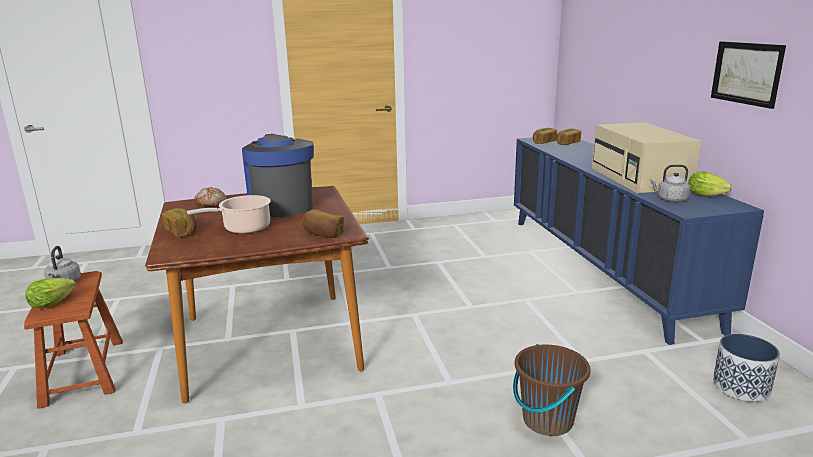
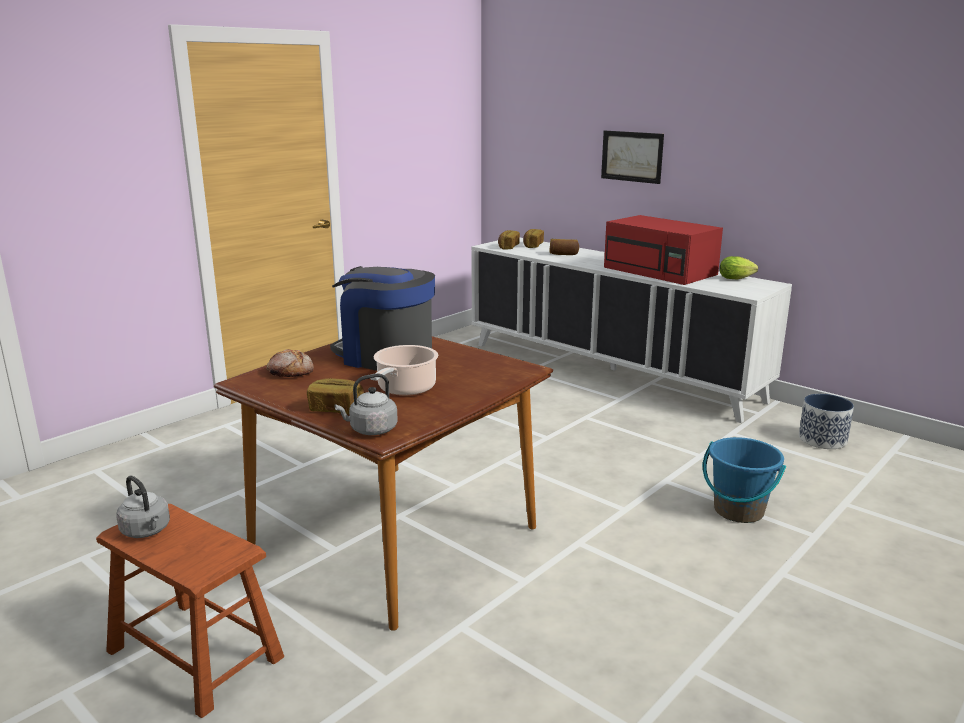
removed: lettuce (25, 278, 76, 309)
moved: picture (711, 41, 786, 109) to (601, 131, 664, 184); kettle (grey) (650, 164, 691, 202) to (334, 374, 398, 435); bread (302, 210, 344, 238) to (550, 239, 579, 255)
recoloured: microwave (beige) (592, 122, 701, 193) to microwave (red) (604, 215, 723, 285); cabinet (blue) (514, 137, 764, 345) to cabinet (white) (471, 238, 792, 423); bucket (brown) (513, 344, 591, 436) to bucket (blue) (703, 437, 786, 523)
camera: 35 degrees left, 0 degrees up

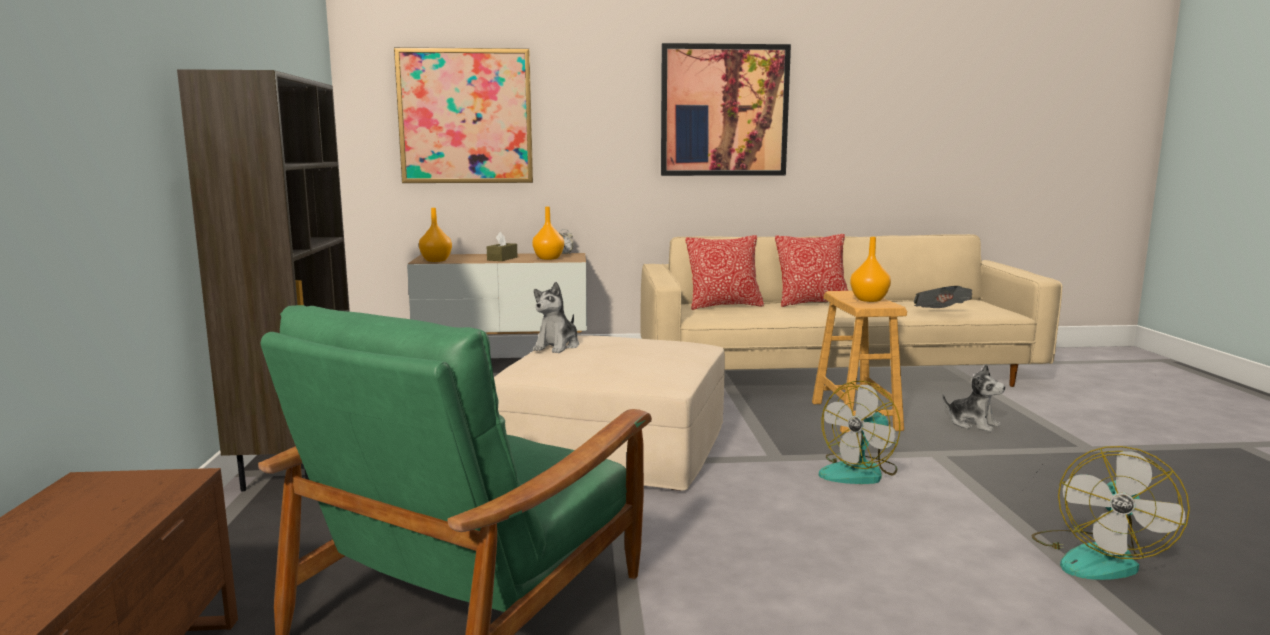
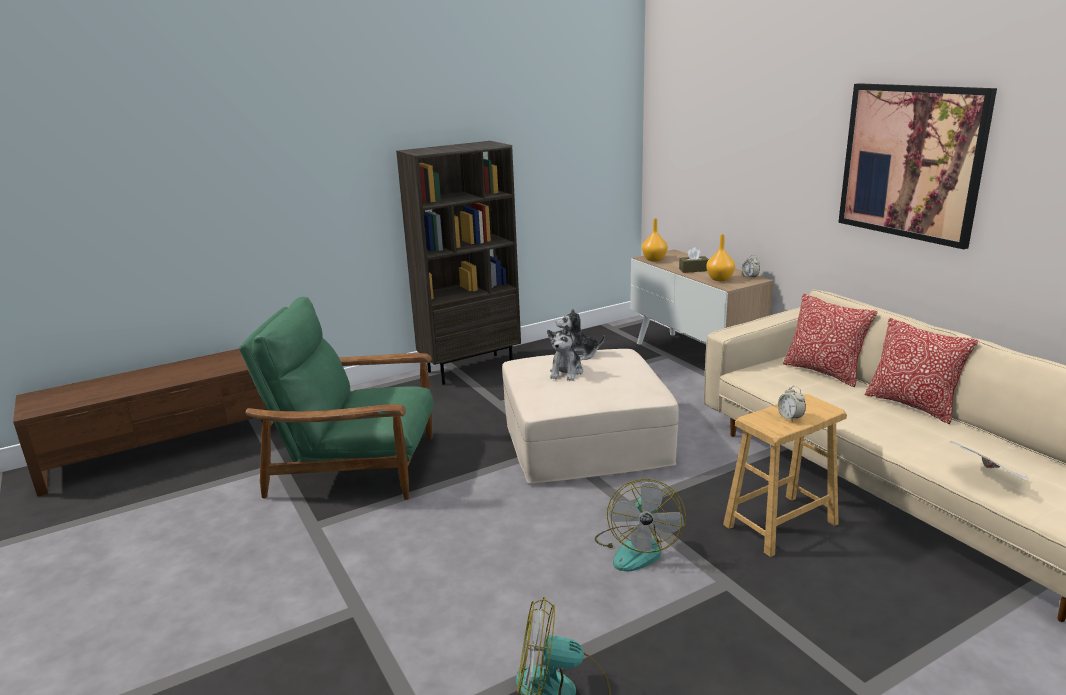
removed: picture (394, 47, 533, 183)
moved: plush toy (942, 364, 1005, 432) to (547, 325, 583, 381)
replaced: vase (orange) (850, 237, 891, 302) to alarm clock (778, 386, 806, 422)
turned: fan (819, 381, 901, 484) = (595, 479, 686, 572) 105 degrees counterclockwise
camera: 65 degrees right, 10 degrees up

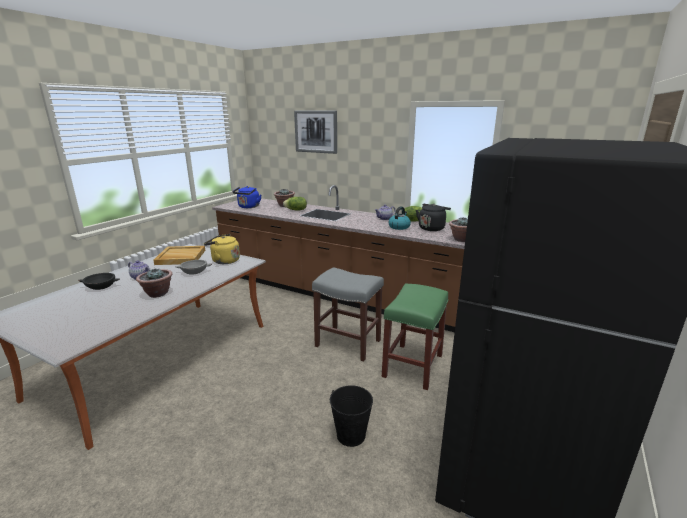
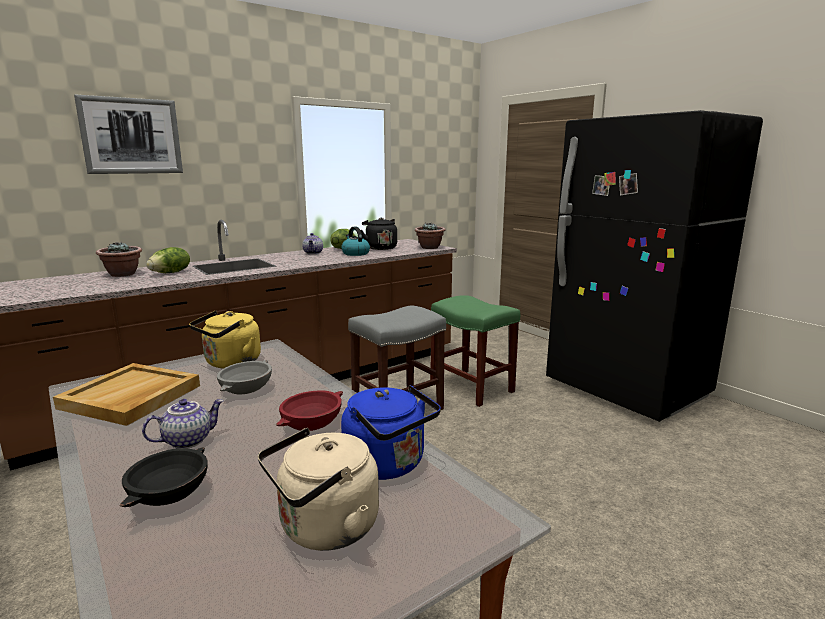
removed: bucket (black) (330, 385, 373, 447)
added: kettle (beige) (258, 428, 379, 551)
moved: kettle (blue) (232, 186, 261, 208) to (341, 385, 441, 480)
replaced: potted plant (136, 268, 172, 298) to bowl (red) (276, 391, 343, 431)
camera: 65 degrees left, 5 degrees down

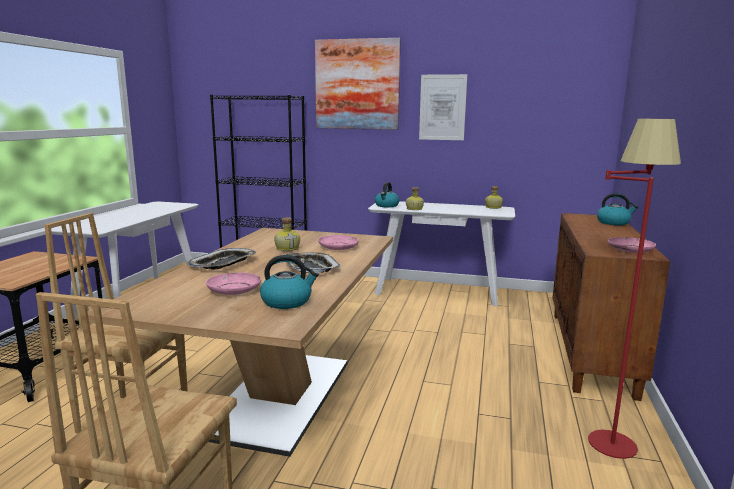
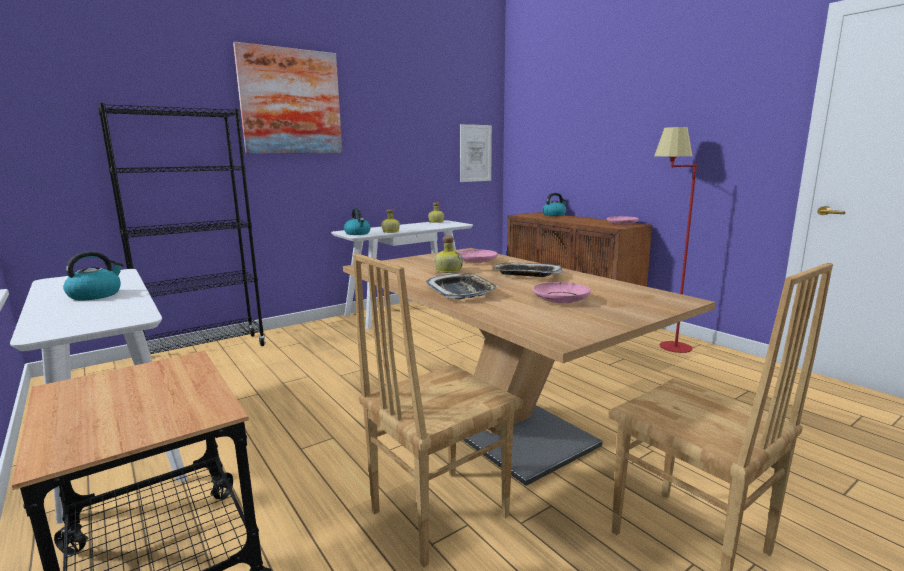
moved: picture (419, 74, 467, 140) to (460, 124, 492, 182); kettle (260, 255, 319, 309) to (63, 251, 124, 300)
camera: 50 degrees left, 0 degrees up

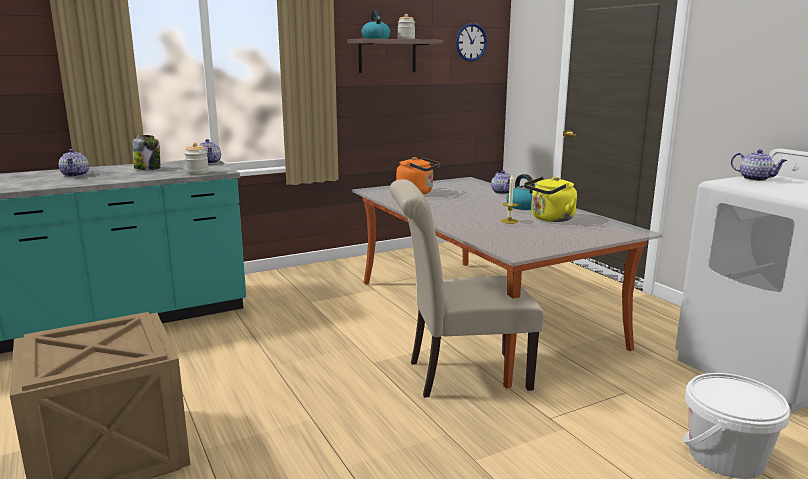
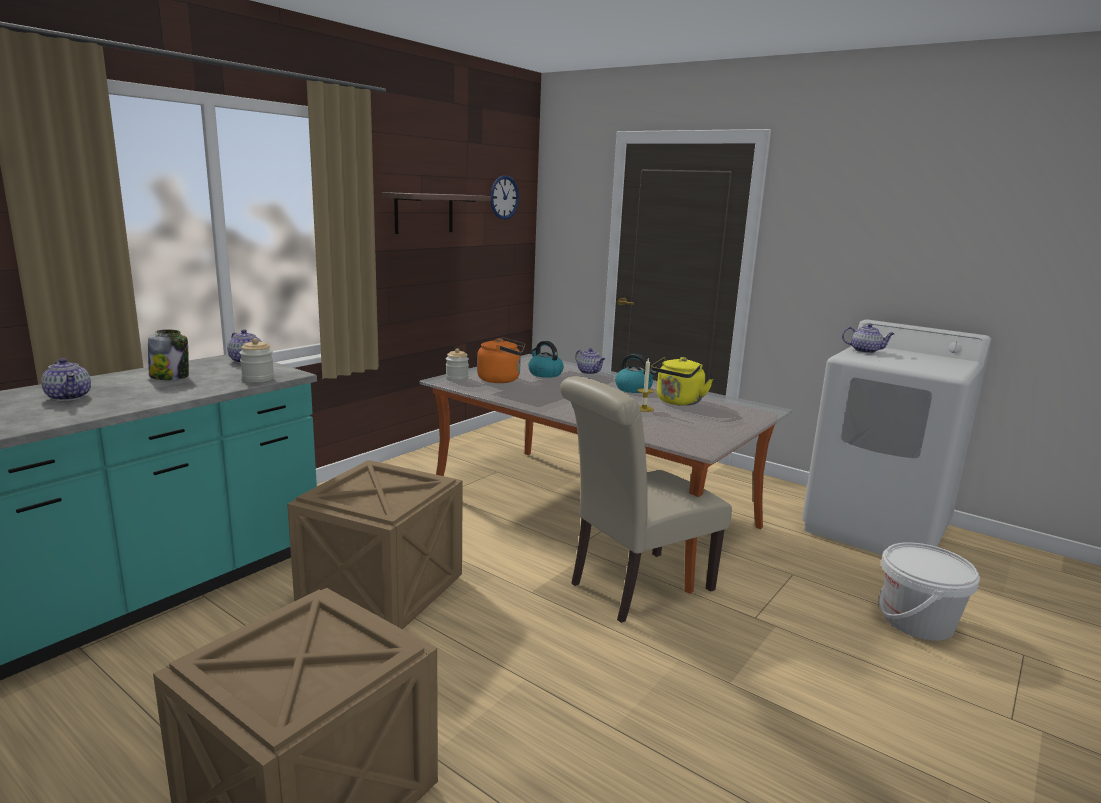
added: crate (287, 460, 463, 629)
moved: kettle (361, 10, 390, 39) to (528, 341, 564, 378); jar (398, 14, 415, 39) to (446, 348, 469, 381)
camera: 25 degrees left, 0 degrees up

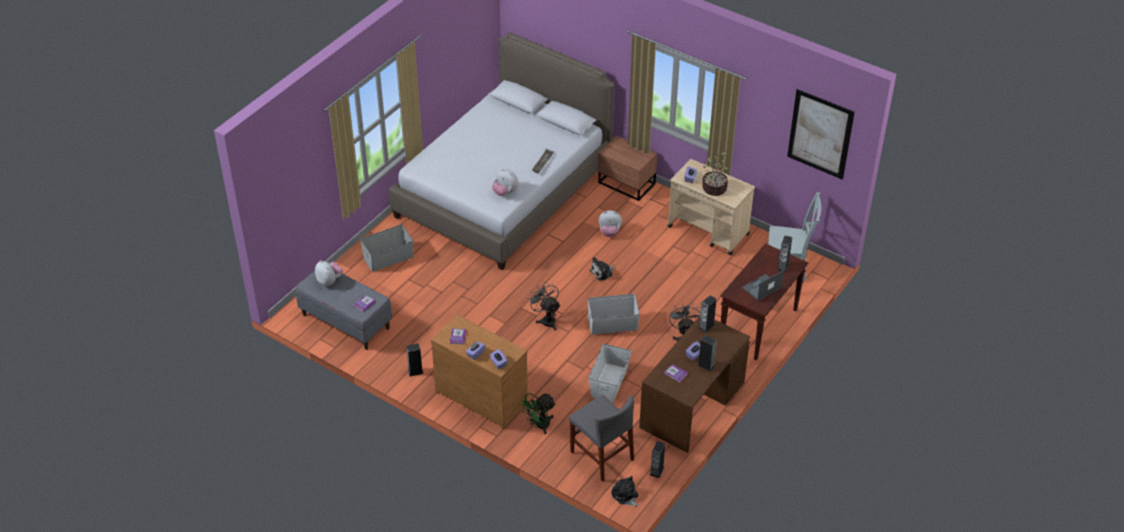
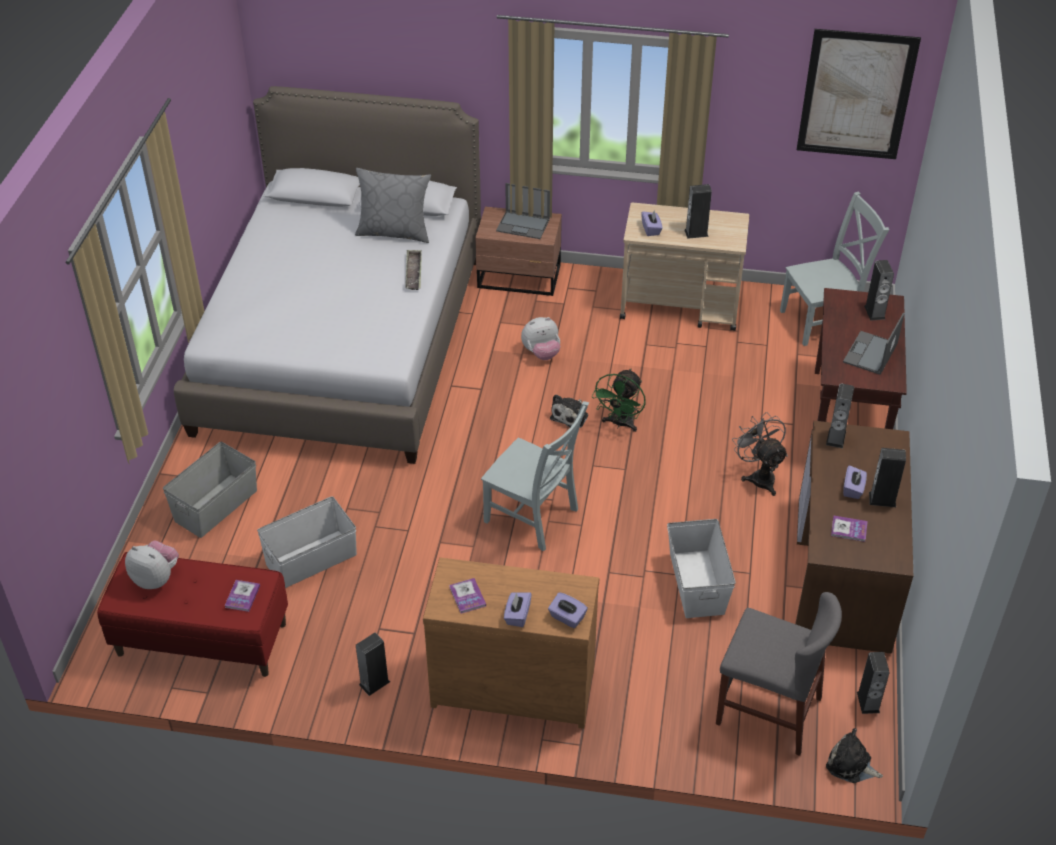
removed: plush toy (492, 169, 519, 196)
added: pillow (grey) (355, 168, 431, 243); laptop (496, 183, 550, 239)
moved: storage box (white) (588, 294, 640, 335) to (257, 496, 357, 588); fan (green) (519, 393, 556, 434) to (591, 369, 646, 432)
replaced: potted plant (702, 152, 729, 196) to speaker (684, 184, 712, 239); fan (grey) (527, 281, 560, 330) to chair (grey) (481, 401, 589, 551)
recoloured: bench (grey) (295, 270, 392, 350) to bench (red) (97, 552, 288, 677)
camera: 25 degrees left, 0 degrees up

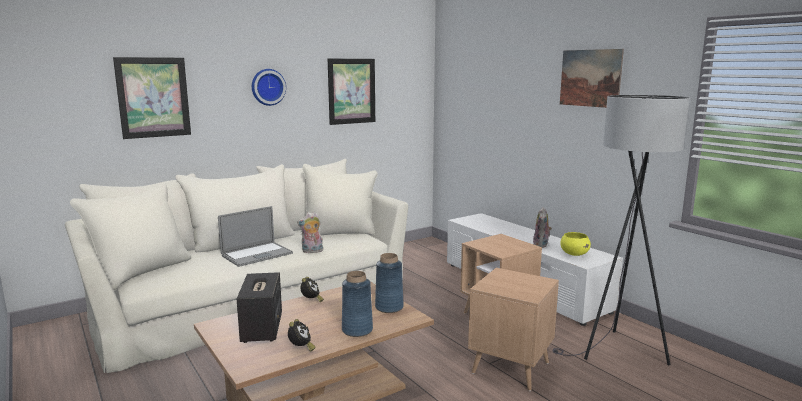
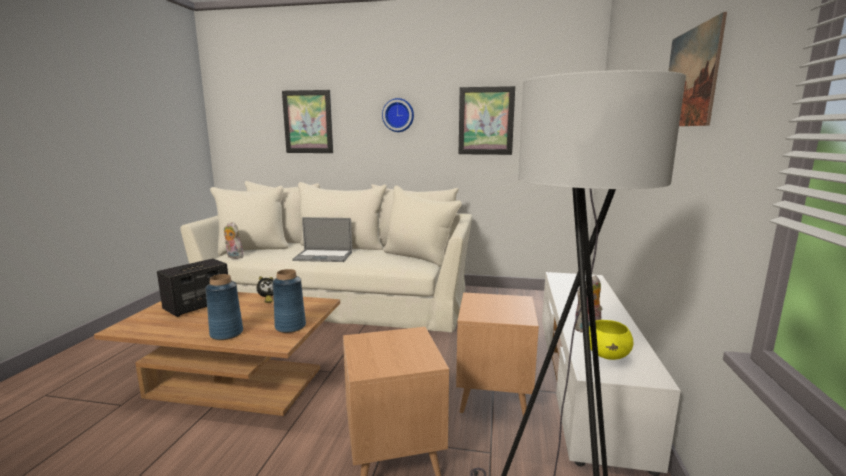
removed: alarm clock (288, 319, 316, 352)
moved: plush toy (297, 212, 323, 253) to (224, 222, 244, 259)
camera: 45 degrees right, 0 degrees up

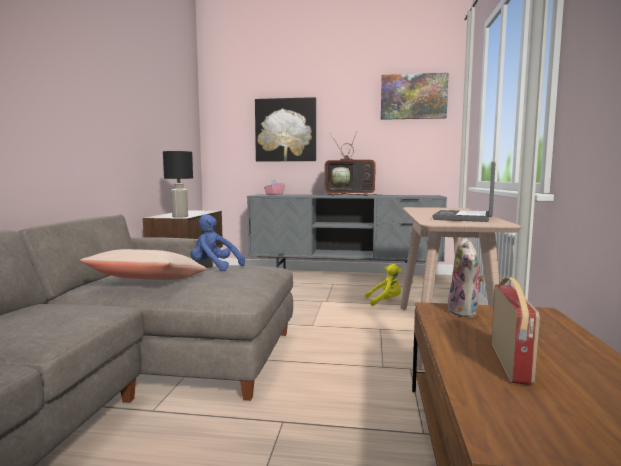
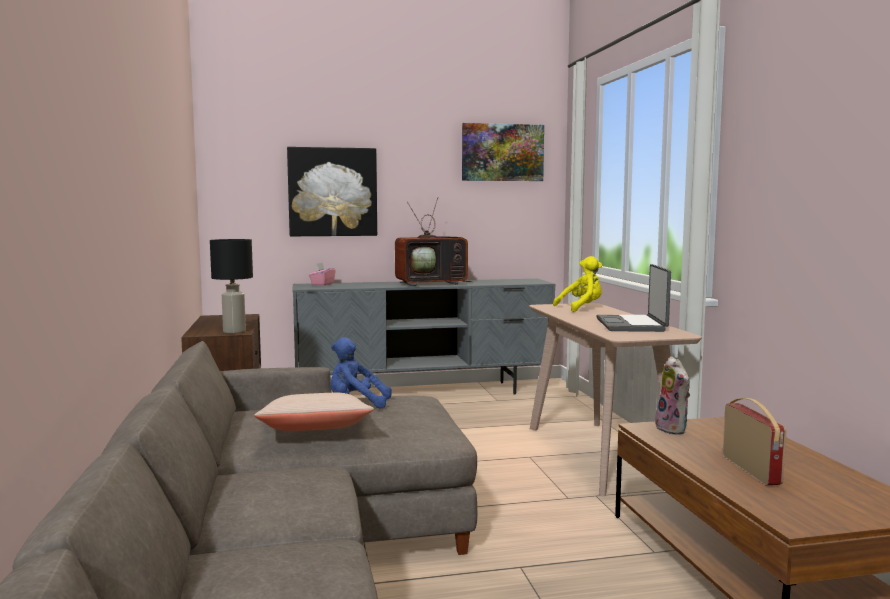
moved: plush toy (yellow) (365, 264, 402, 306) to (553, 256, 602, 312)
camera: 20 degrees left, 0 degrees up

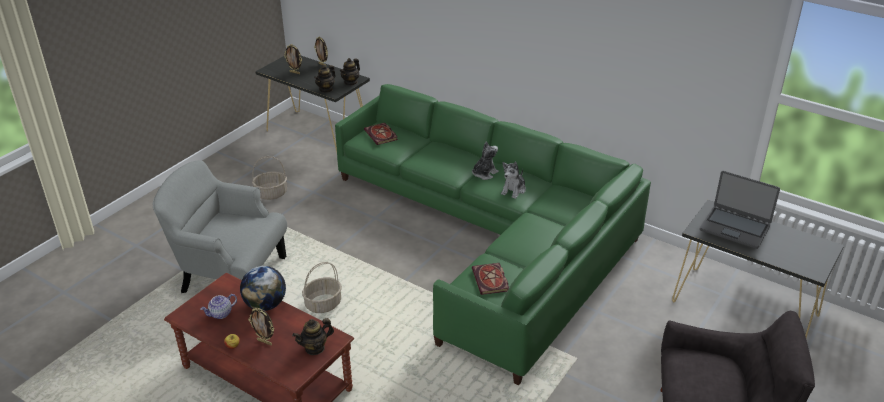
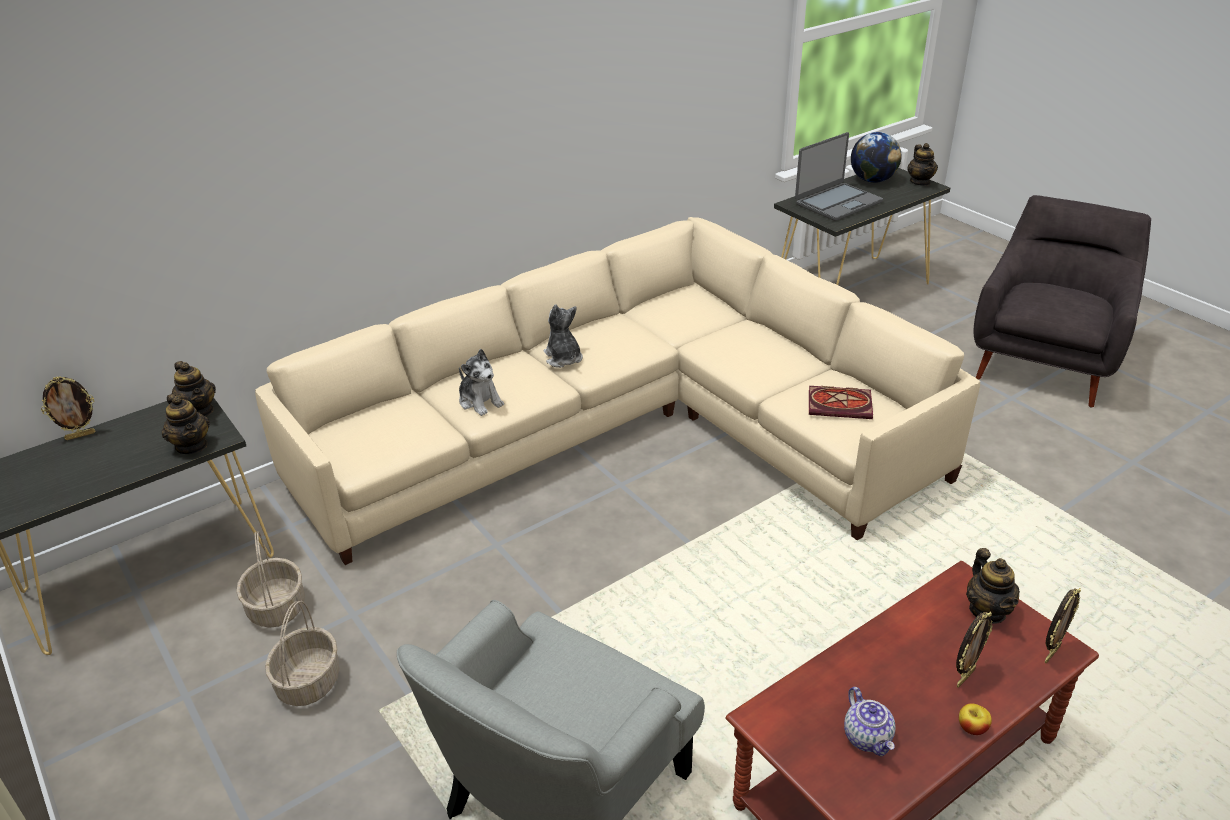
removed: book (364, 123, 398, 145)
added: teapot (907, 143, 938, 186)
moved: picture frame (284, 44, 302, 74) to (1045, 588, 1081, 664); plush toy (501, 162, 526, 199) to (459, 349, 504, 416); basket (302, 262, 342, 313) to (236, 531, 305, 628); globe (240, 266, 286, 311) to (851, 132, 902, 183)
recoloured: sofa (green) (335, 84, 651, 385) to sofa (beige) (255, 217, 980, 565)
camera: 70 degrees left, 0 degrees up

